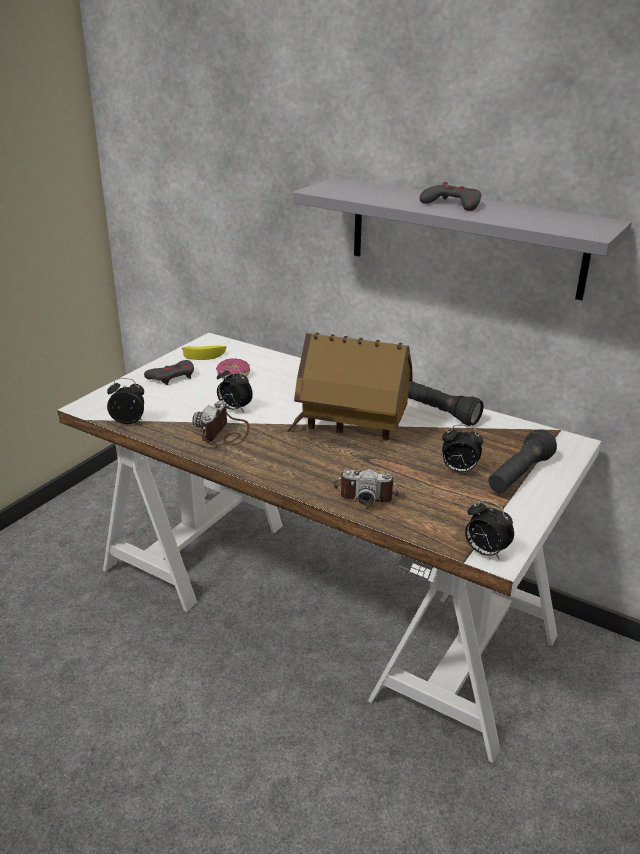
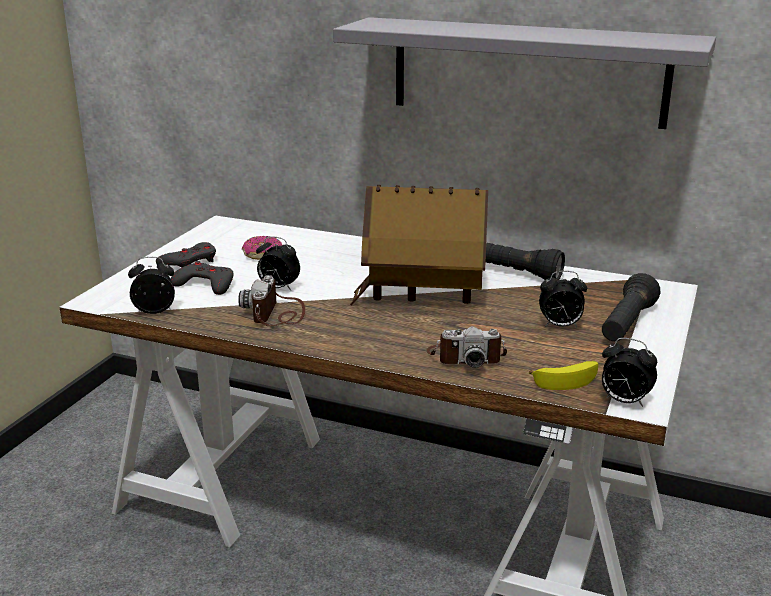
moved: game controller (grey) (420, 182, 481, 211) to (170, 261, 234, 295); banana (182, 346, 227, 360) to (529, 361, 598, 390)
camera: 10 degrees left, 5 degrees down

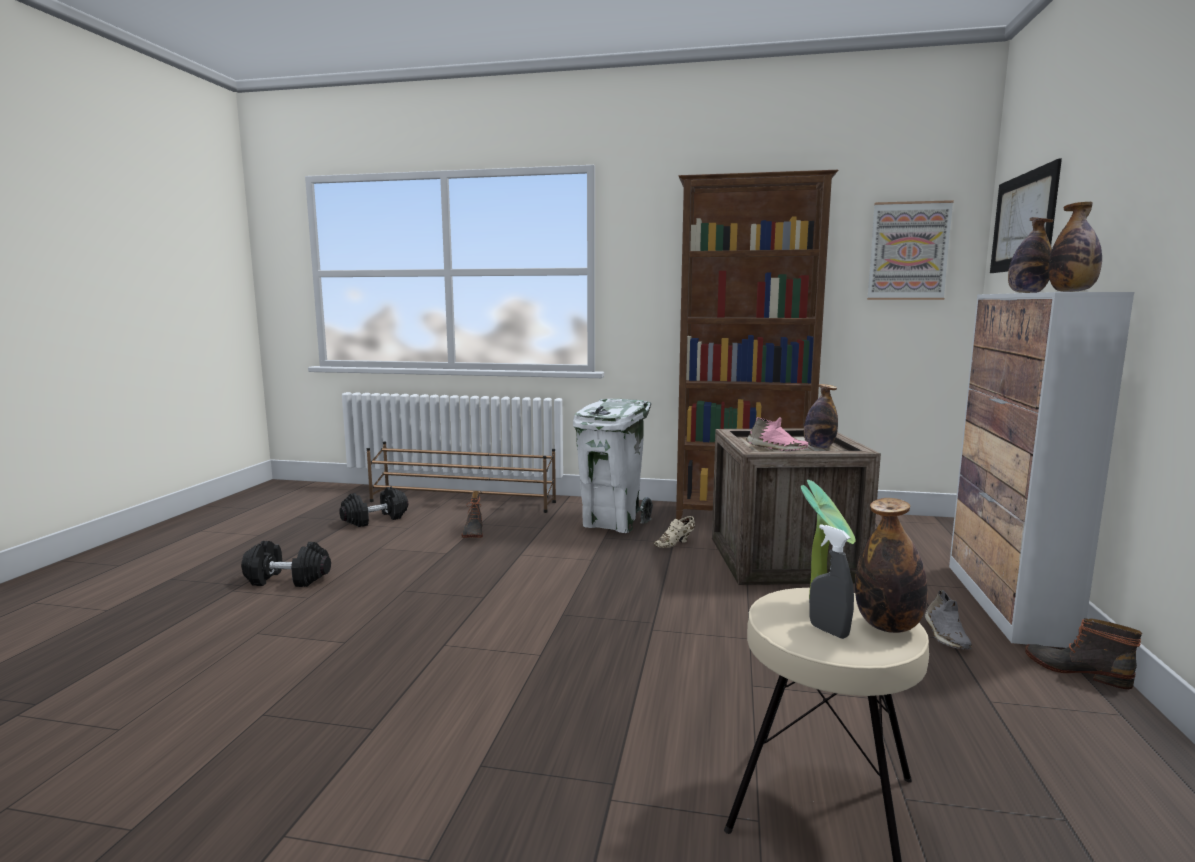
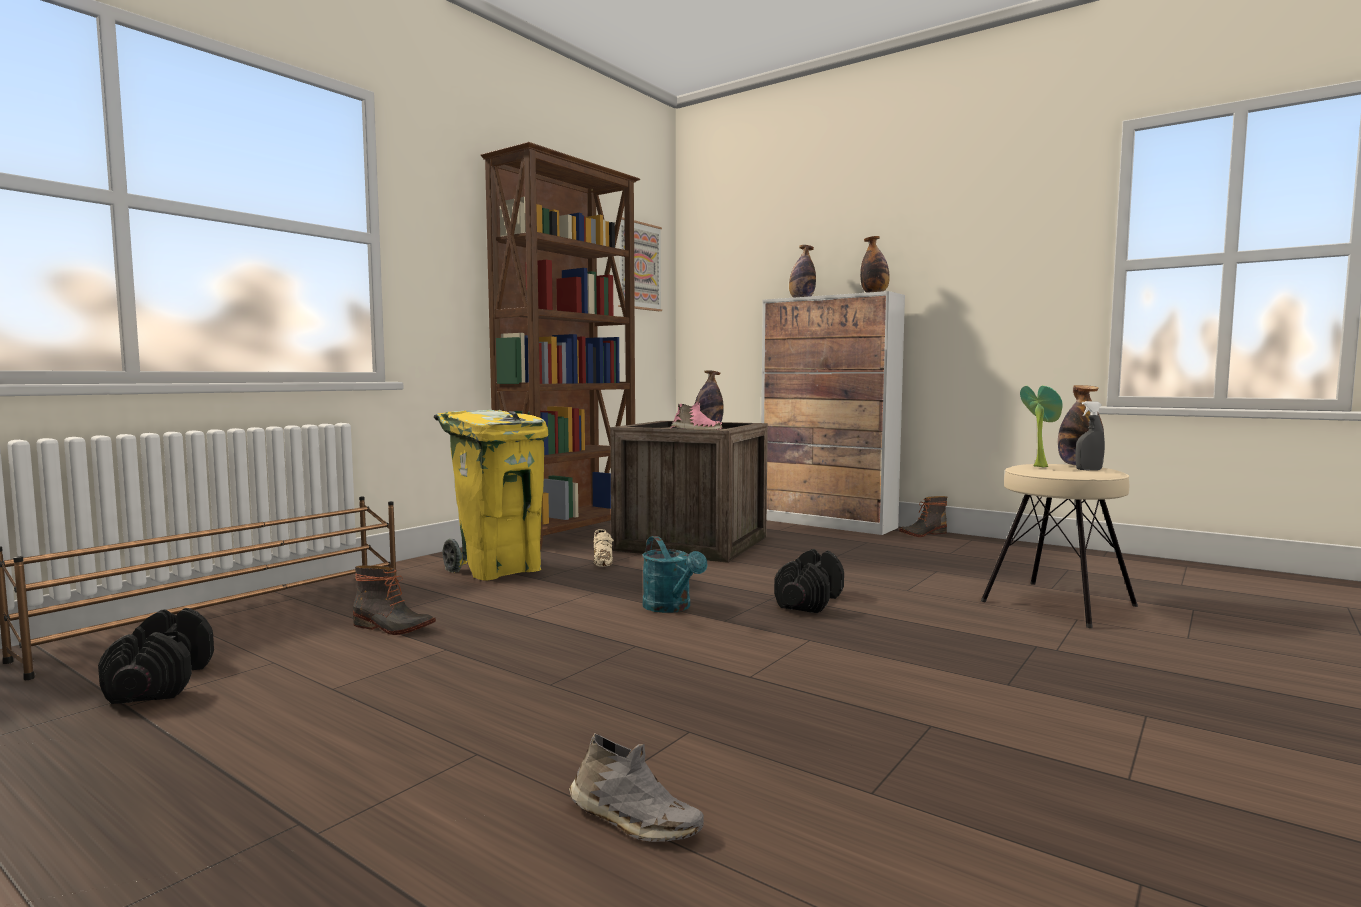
removed: picture (990, 158, 1062, 273)
added: watering can (turquoise) (642, 536, 707, 613)
moved: dumbbell (black) (241, 541, 331, 587) to (774, 549, 844, 613); shoe (grey) (925, 590, 972, 649) to (569, 733, 704, 842)
recoloured: trash can (white) (573, 399, 653, 533) to trash can (yellow) (434, 410, 548, 581)
camera: 65 degrees left, 5 degrees down

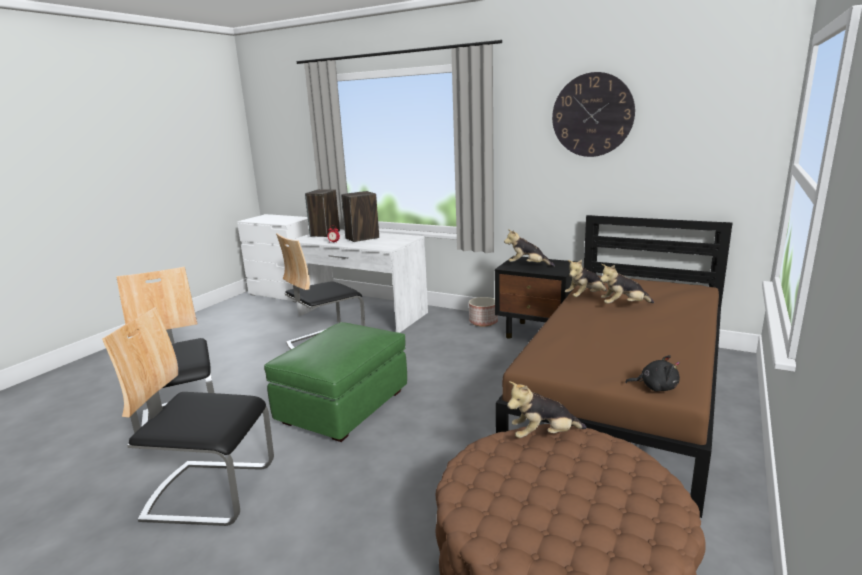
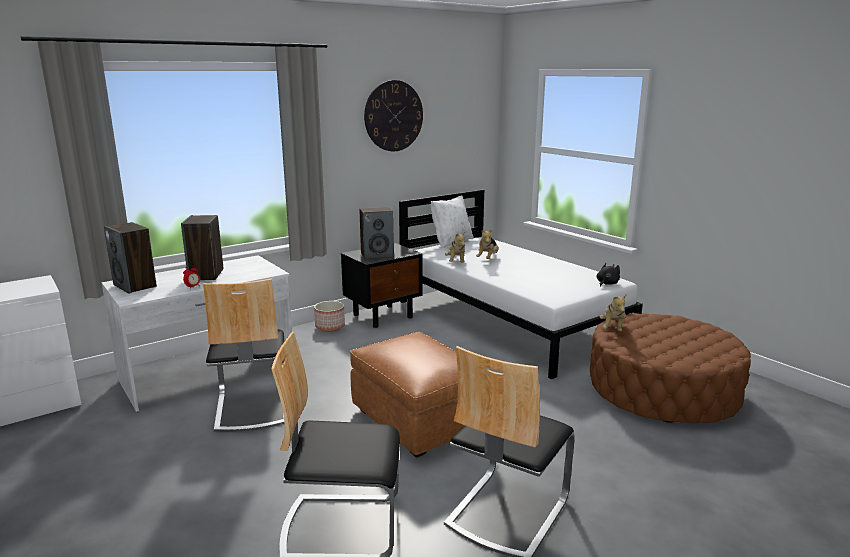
added: pillow (white) (431, 195, 473, 249)
replaced: plush toy (504, 229, 555, 267) to speaker (360, 207, 394, 259)
recoloured: bed (brown) (496, 215, 733, 518) to bed (white) (399, 189, 643, 379); ottoman (green) (264, 322, 407, 442) to ottoman (brown) (350, 332, 465, 458)
camera: 65 degrees left, 0 degrees up

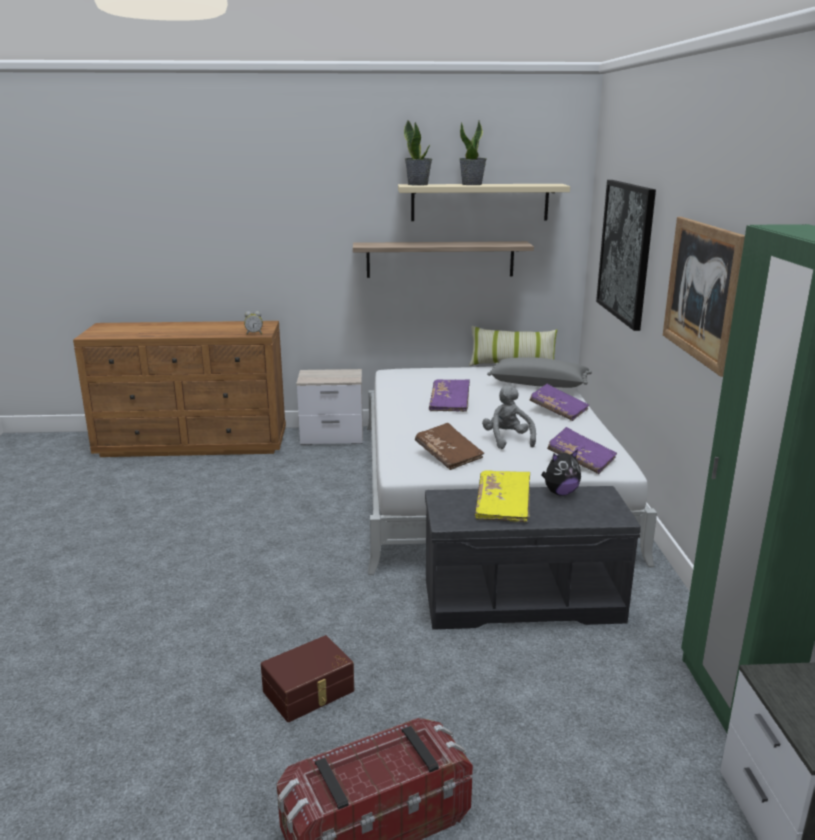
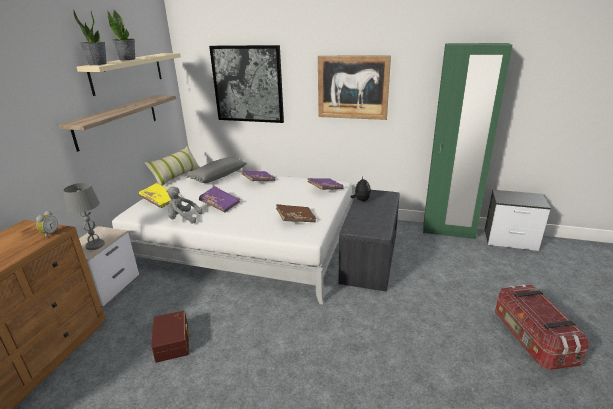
added: table lamp (grey) (63, 183, 105, 250)
moved: plush toy (grey) (482, 385, 536, 449) to (166, 187, 203, 224); book (yellow) (475, 470, 530, 522) to (138, 183, 179, 208); storage box (brown) (261, 635, 354, 722) to (151, 311, 190, 363)
camera: 70 degrees left, 5 degrees up

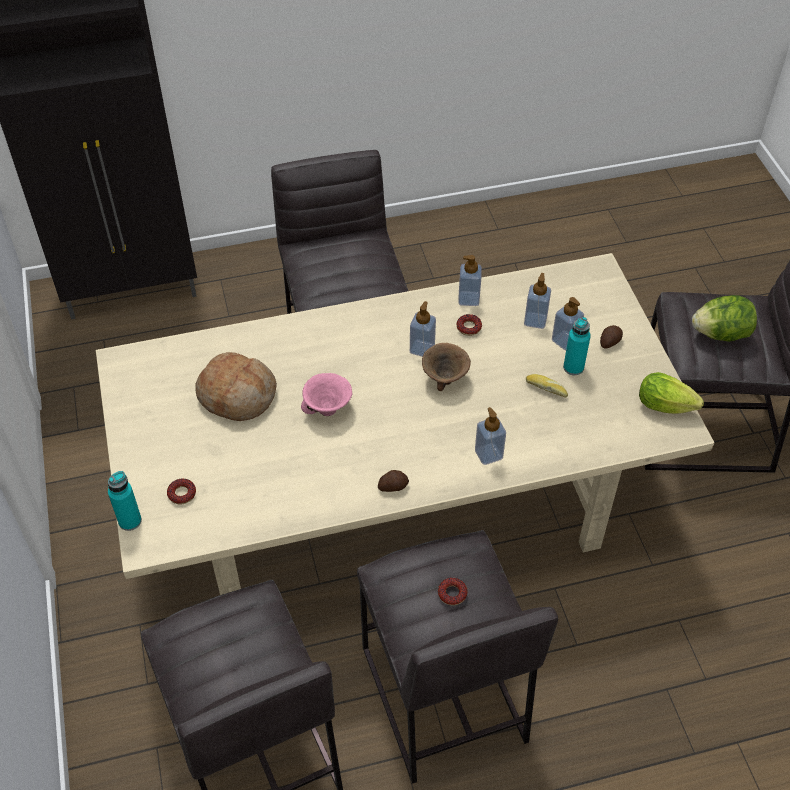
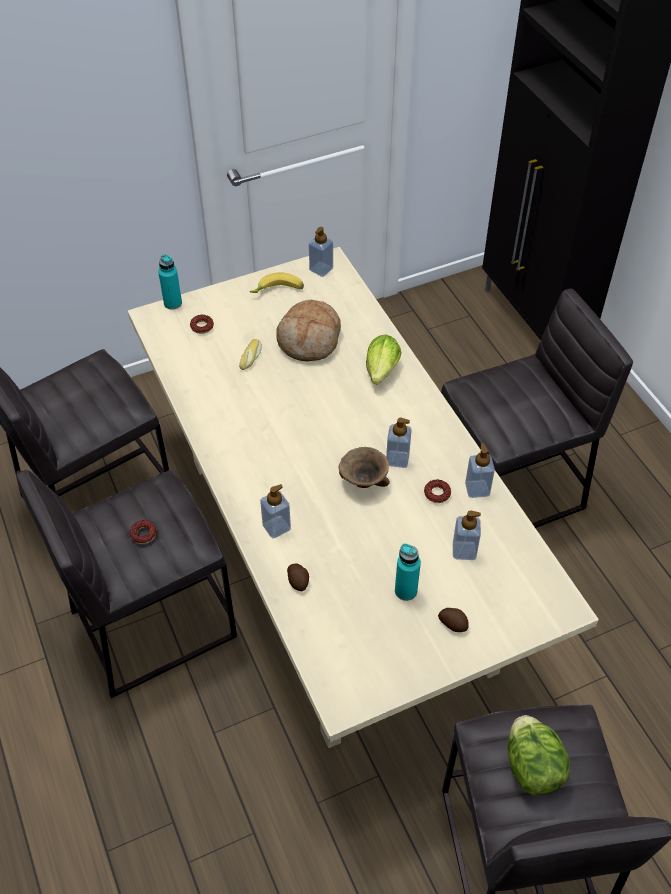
removed: bowl (pink) (301, 373, 353, 416)
added: banana (250, 273, 304, 293)
moved: soap dispenser (552, 297, 584, 350) to (309, 227, 333, 277); lettuce (639, 372, 704, 414) to (366, 334, 401, 384); bread (526, 374, 568, 398) to (239, 339, 262, 370); potato (378, 470, 409, 492) to (287, 563, 309, 591)
camera: 80 degrees right, 0 degrees up

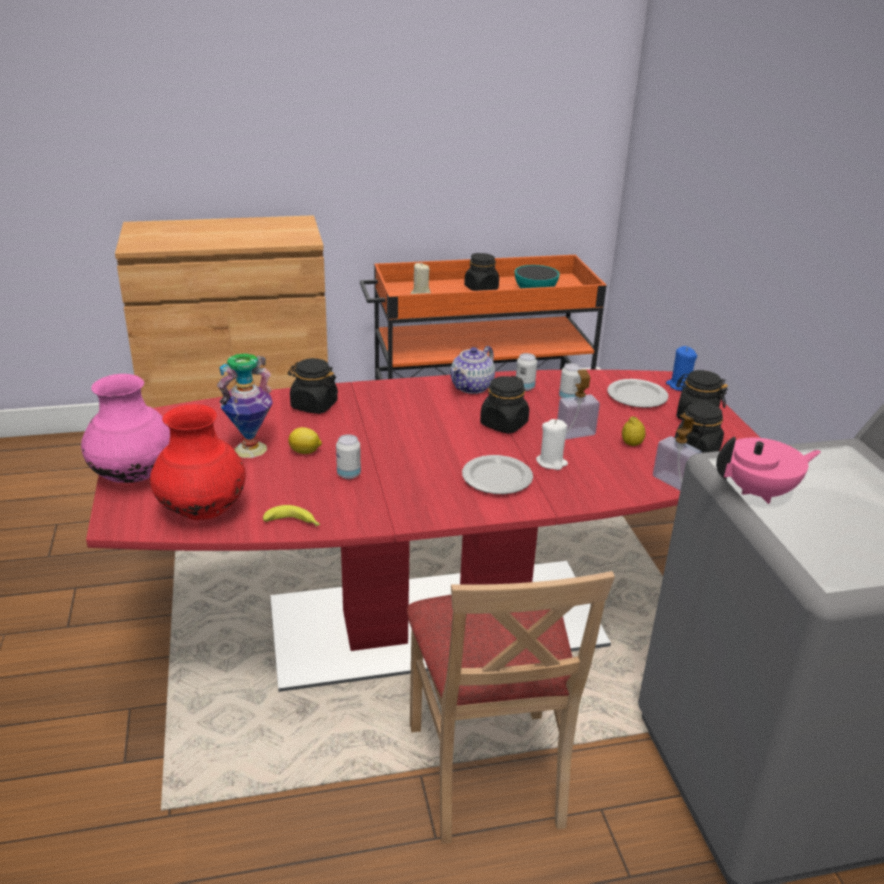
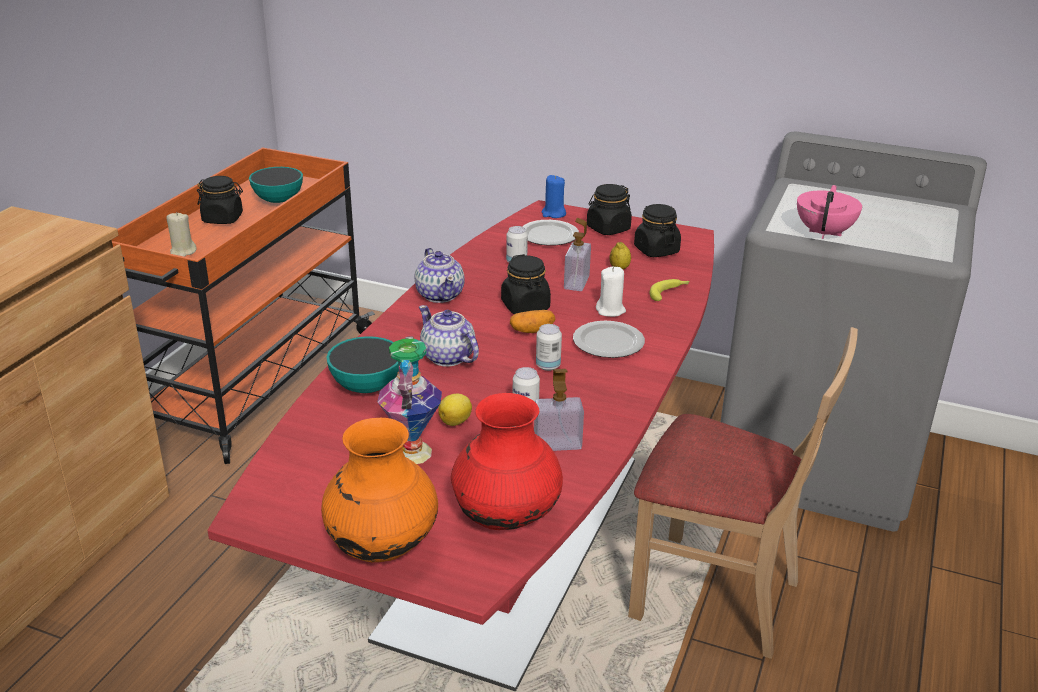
added: teapot (419, 305, 479, 367); potato (510, 310, 556, 333)
moved: can (516, 353, 537, 391) to (536, 324, 562, 371); soap dispenser (653, 415, 702, 490) to (534, 369, 584, 451); banana (263, 505, 320, 526) to (649, 279, 690, 301)
replaced: jar (black) (288, 358, 338, 414) to bowl (326, 336, 399, 393)
recoloured: vase (pink) (81, 374, 170, 483) to vase (orange) (321, 418, 438, 562)
camera: 55 degrees left, 0 degrees up

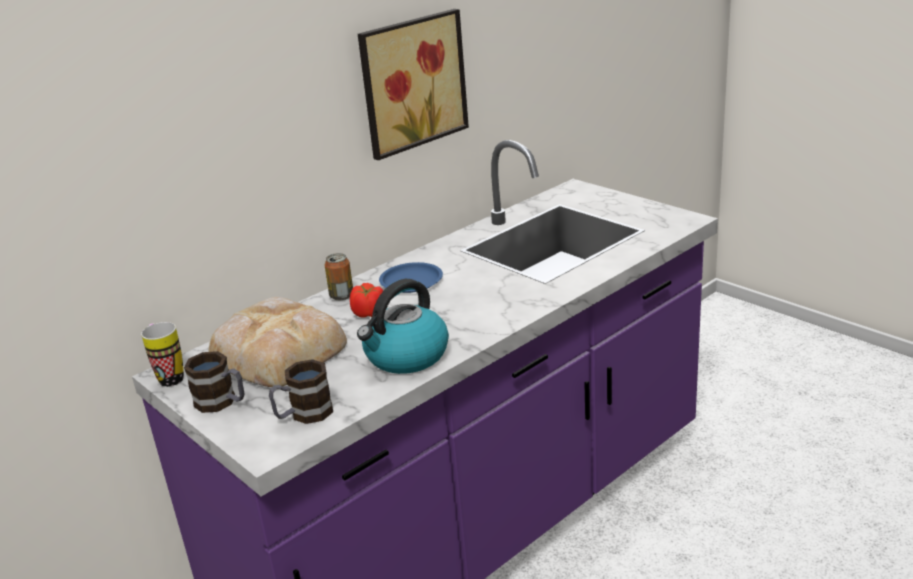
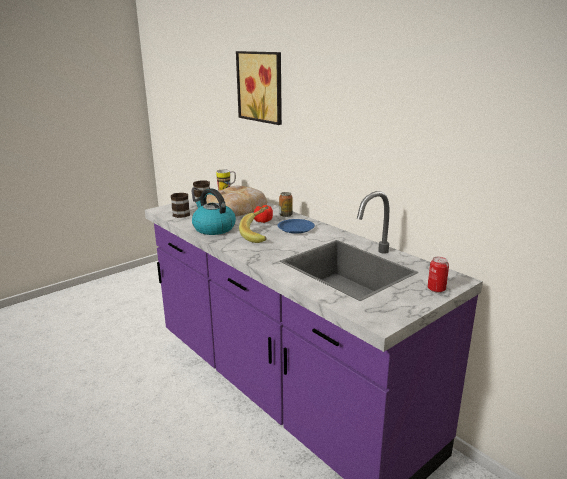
added: banana (239, 206, 269, 243); can (427, 257, 449, 292)
moved: picture (358, 9, 469, 160) to (236, 51, 282, 125)
camera: 90 degrees right, 5 degrees down

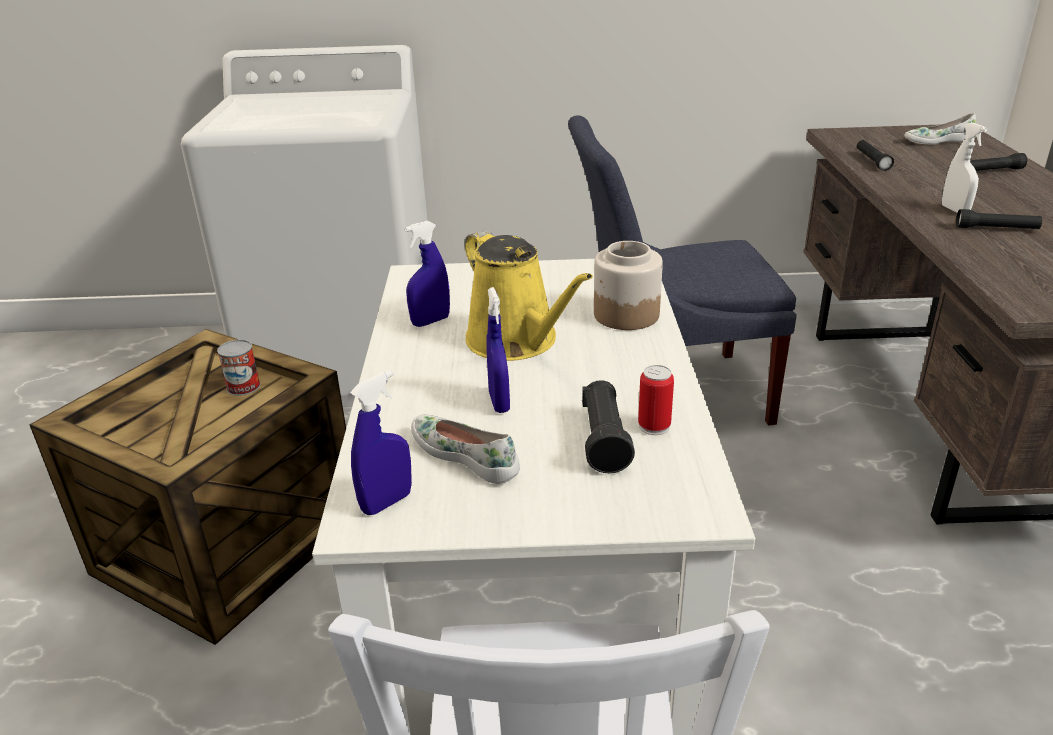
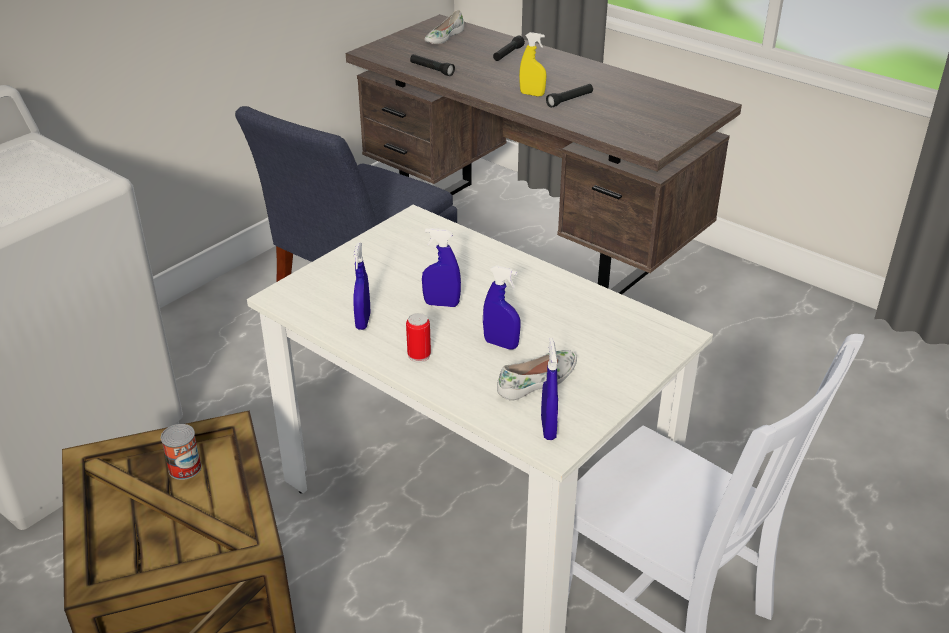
removed: jar (594, 241, 663, 330); flashlight (black) (582, 380, 635, 473)
moved: can (638, 365, 674, 435) to (406, 313, 431, 362)
replaced: watering can (yellow) (465, 230, 593, 361) to spray bottle (blue) (422, 228, 461, 307)
recoloured: spray bottle (white) (942, 122, 987, 213) to spray bottle (yellow) (519, 32, 546, 96)
turned: shoe (white) (411, 415, 520, 484) = (497, 350, 577, 401) 150 degrees clockwise
camera: 50 degrees left, 5 degrees up

